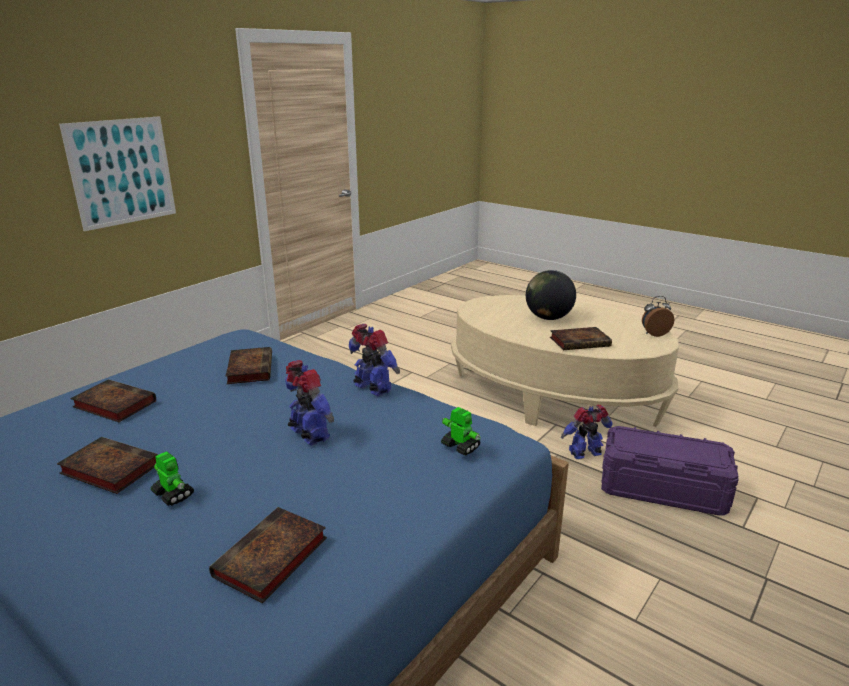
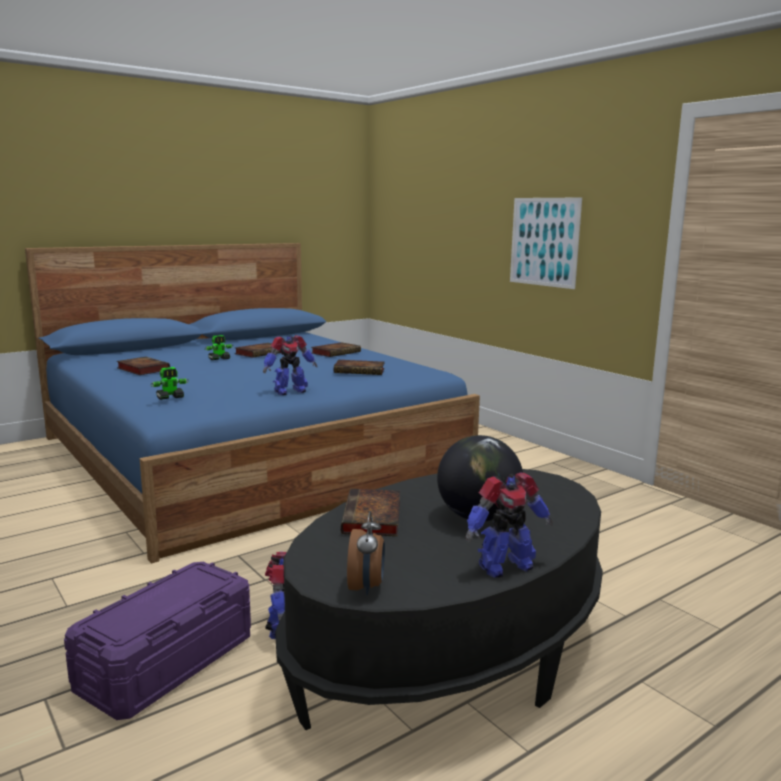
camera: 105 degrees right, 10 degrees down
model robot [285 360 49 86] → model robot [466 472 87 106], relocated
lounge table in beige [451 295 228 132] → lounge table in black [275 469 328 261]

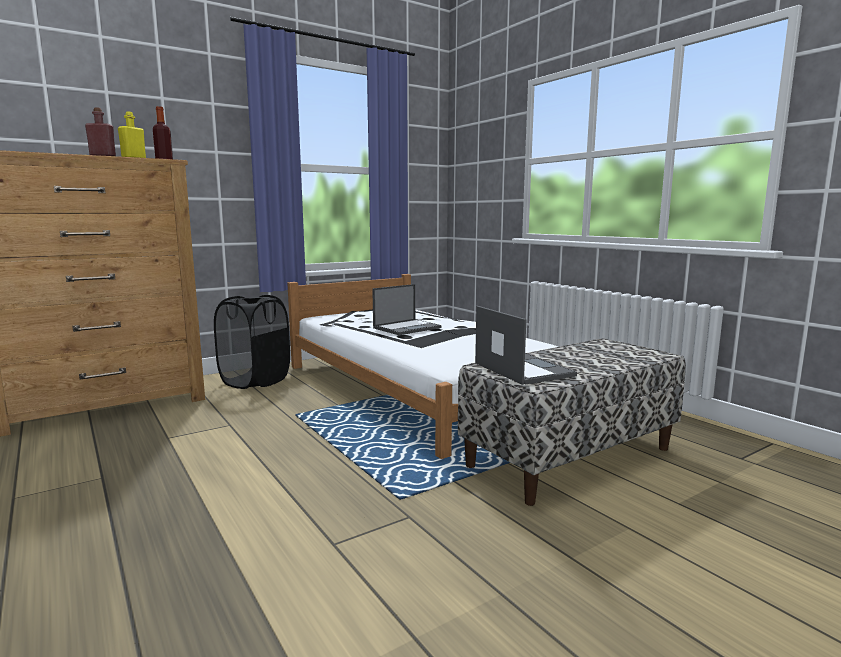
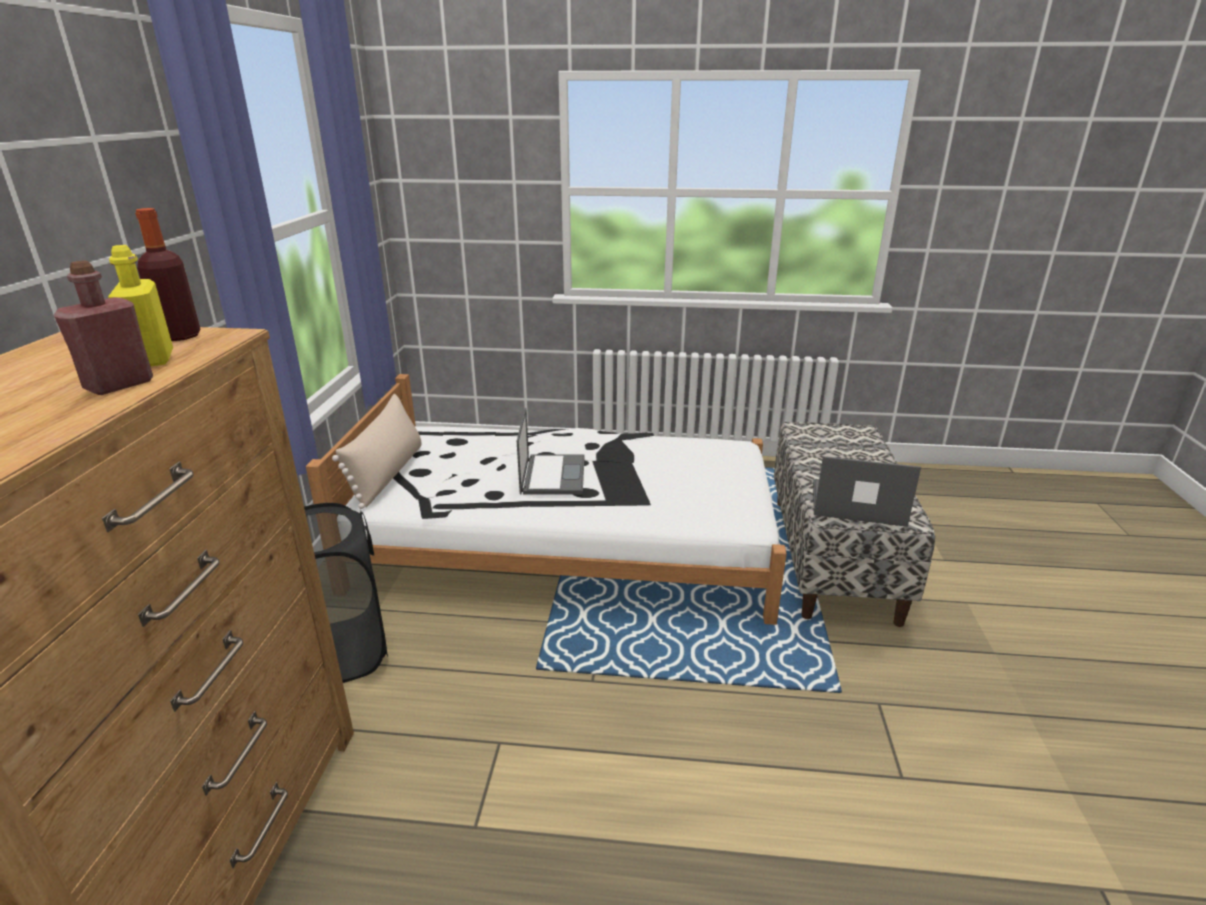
camera: 50 degrees left, 15 degrees up
- → cushion in beige [332 394 89 115]

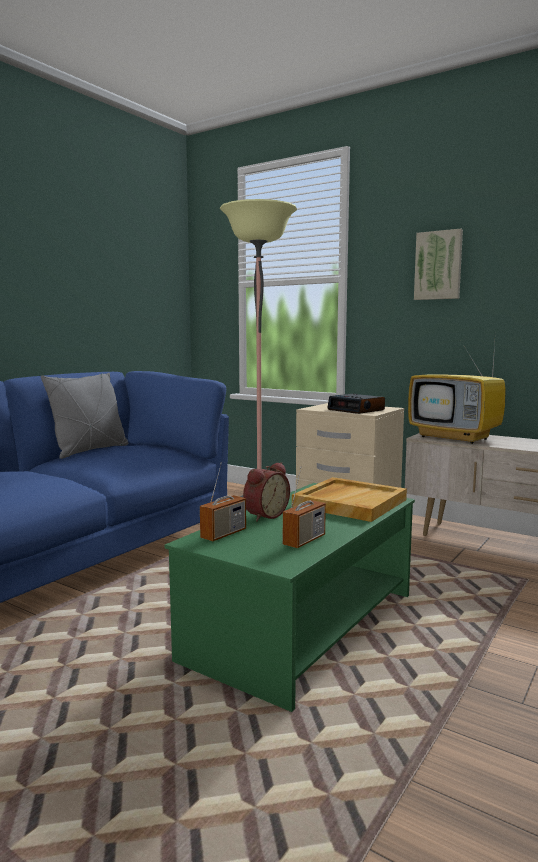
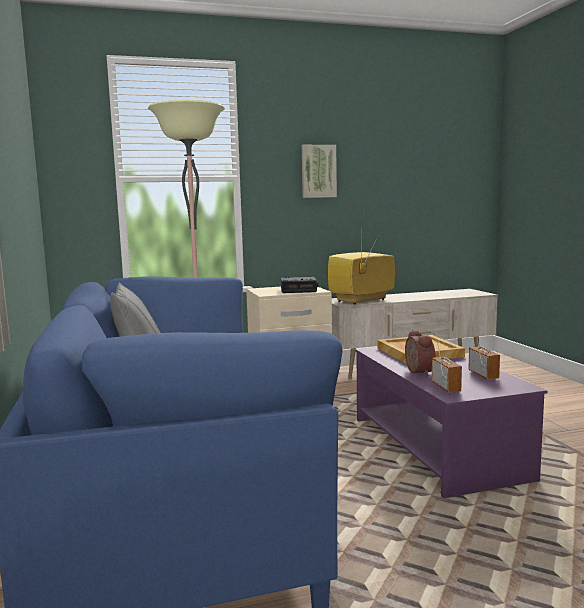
camera: 50 degrees left, 0 degrees up
lounge table in green-coloured [165 483 250 229] → lounge table in purple-coloured [355 347 193 152]
television [408 341 98 103] → television [328 228 67 76], 150 degrees clockwise

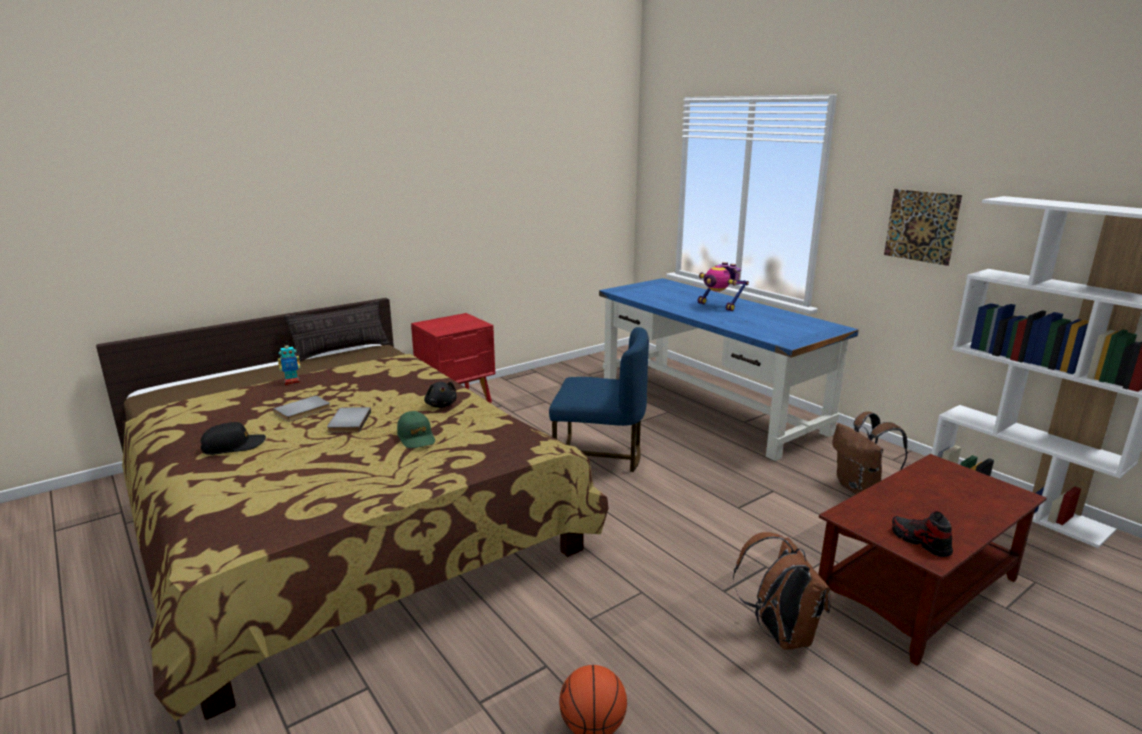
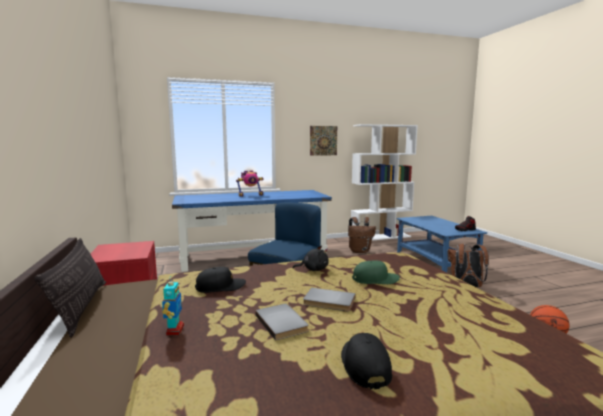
camera: 70 degrees left, 10 degrees down
- → baseball cap in black [195 267 51 26]
lounge table in brown [819 454 228 212] → lounge table in blue-coloured [396 216 91 57]

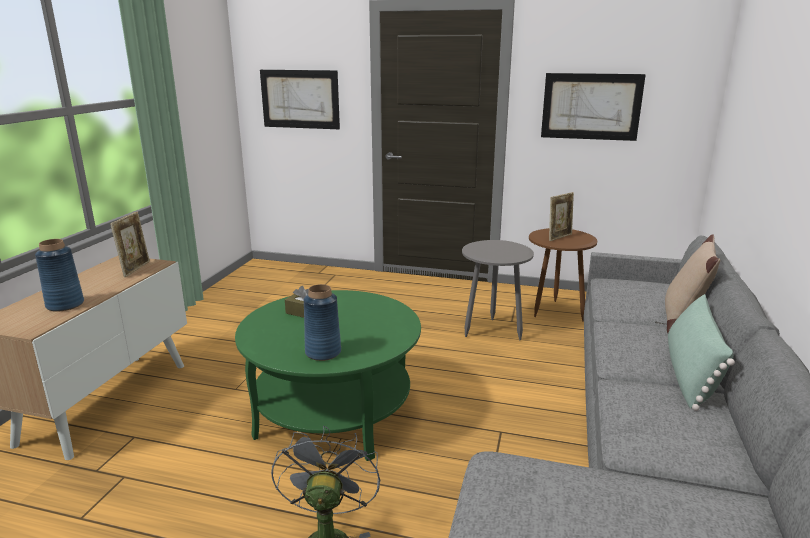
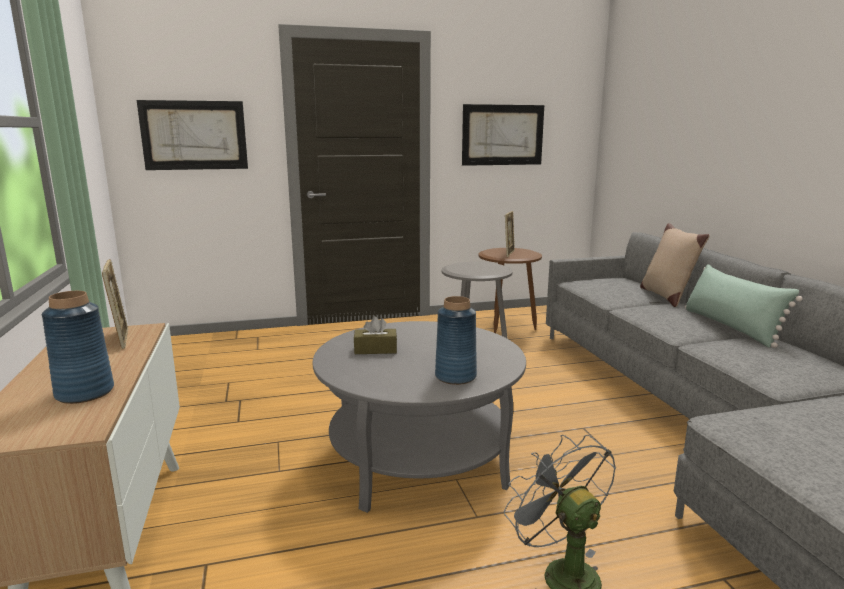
camera: 30 degrees left, 5 degrees down
lounge table in green-coloured [235 290 186 171] → lounge table in grey [312 321 214 192]

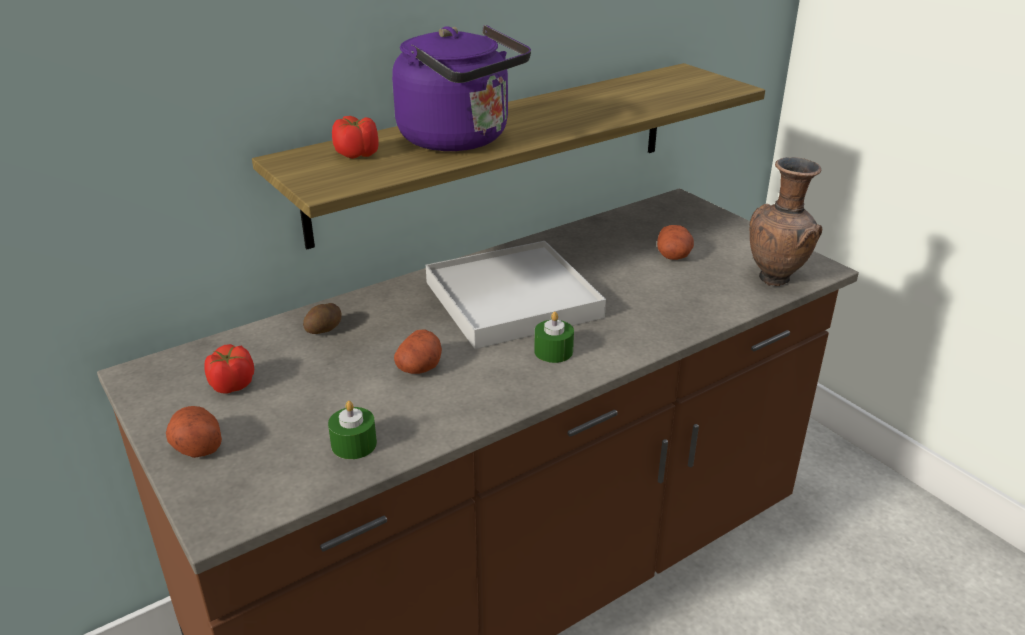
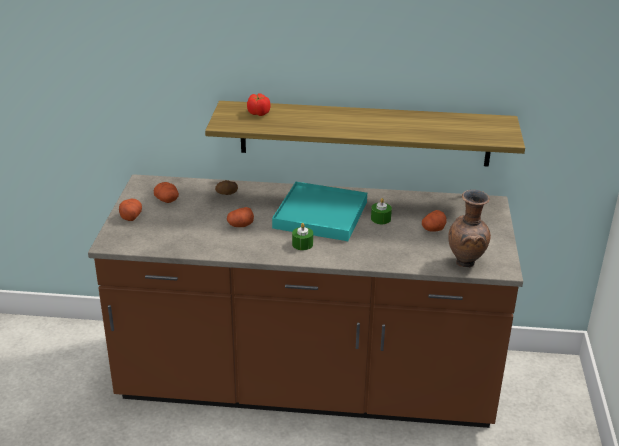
camera: 40 degrees right, 0 degrees up
kettle in purple-coloured [392 25 139 126] → -
candle in green-coloured [328 401 49 58] → candle in green-coloured [371 198 21 26], relocated
fresh tomato [204 344 50 50] → potato [154 182 25 21]
tray in white [426 241 180 108] → tray in turquoise [272 182 95 59]

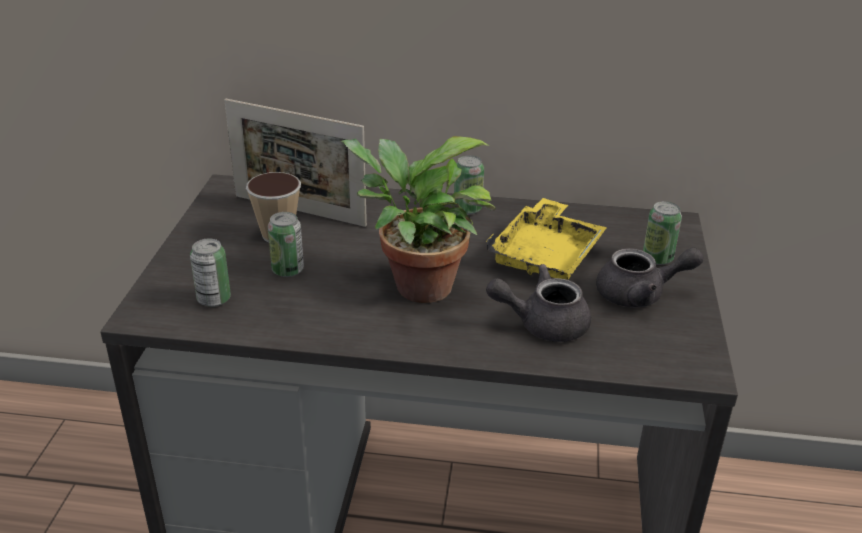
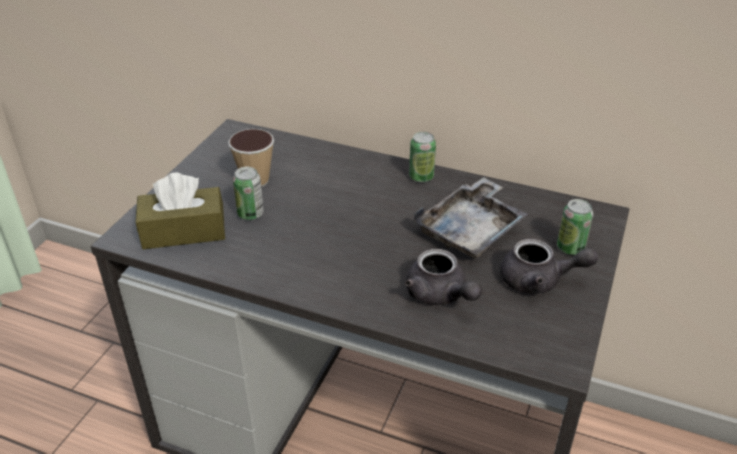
camera: 15 degrees right, 5 degrees up
standing frame [224 99 143 128] → -
potted plant [341 136 155 167] → -
can [190 238 41 69] → box of tissues in brown [136 172 89 77]
tray in yellowish [486 198 121 82] → tray in grey [414 177 114 81]
tea pot in grey [486 264 105 78] → tea pot in grey [405 249 77 56], 135 degrees counterclockwise

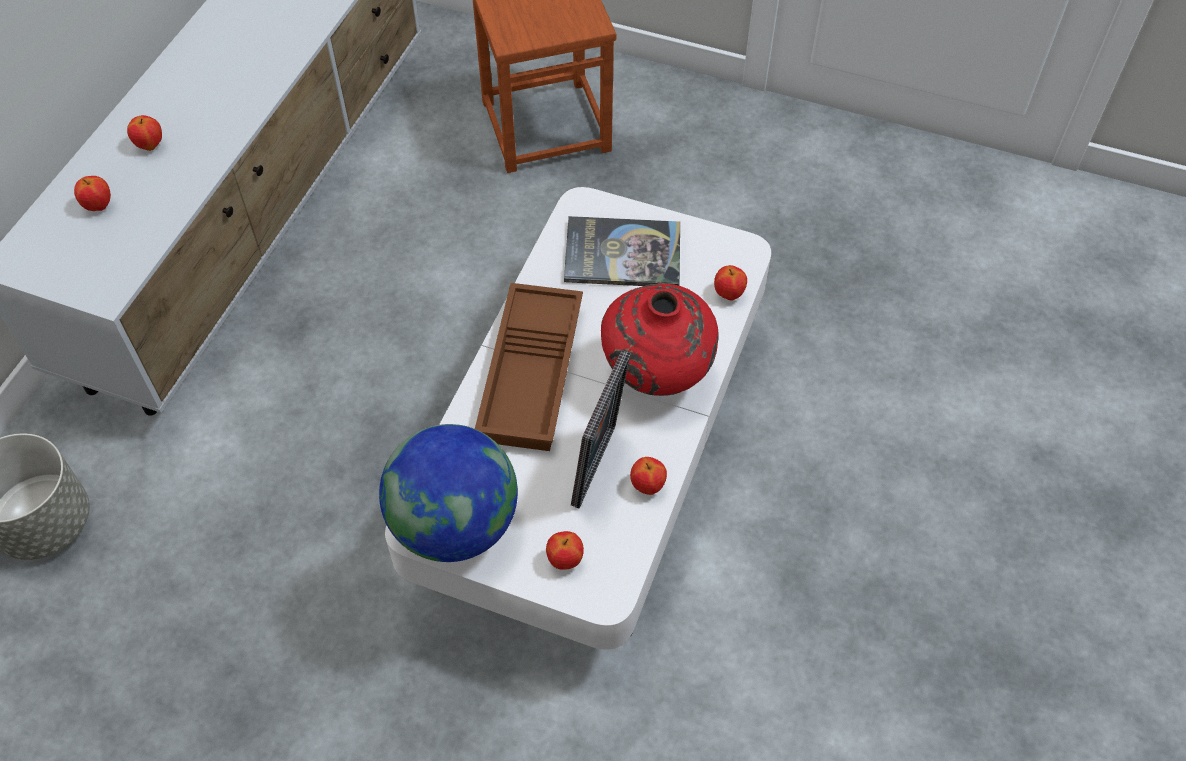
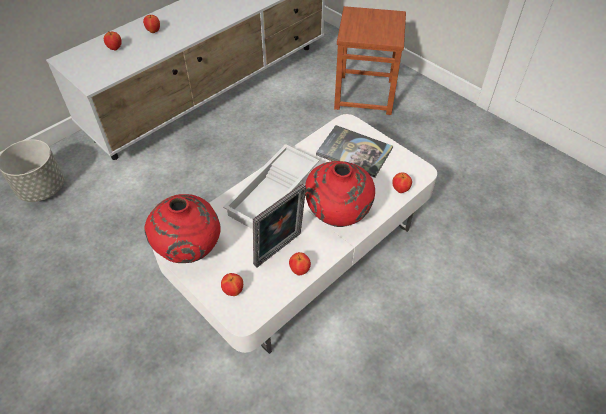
camera: 25 degrees right, 5 degrees down
globe [379 424 139 138] → vase in red-coloured [144 194 77 69]
tray in brown [475 283 108 168] → tray in white [223 144 96 85]

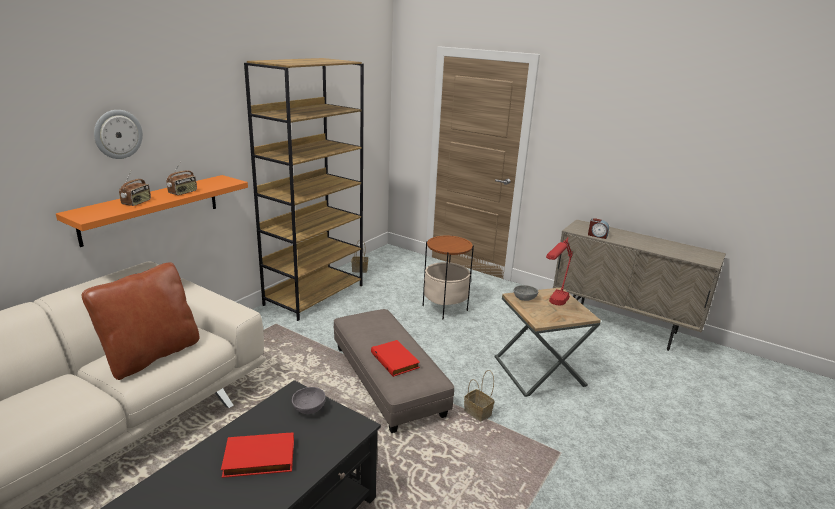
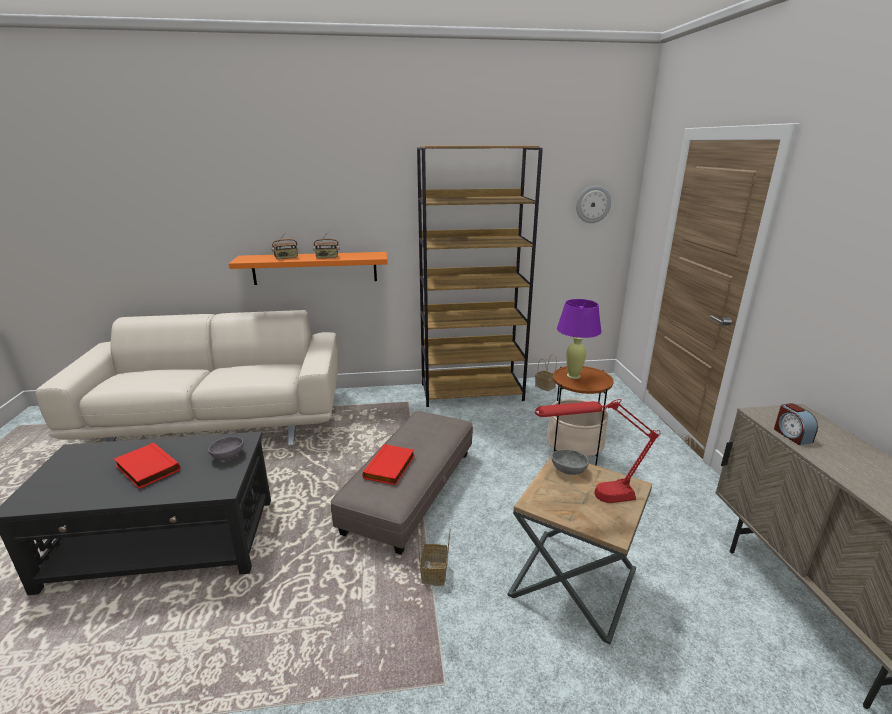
camera: 50 degrees right, 0 degrees up
cushion in brown [82 262 118 118] → -
- → tabletop lamp in purple-coloured [557 299 44 80]
wall clock [94 110 49 49] → wall clock [576 186 35 37], relocated

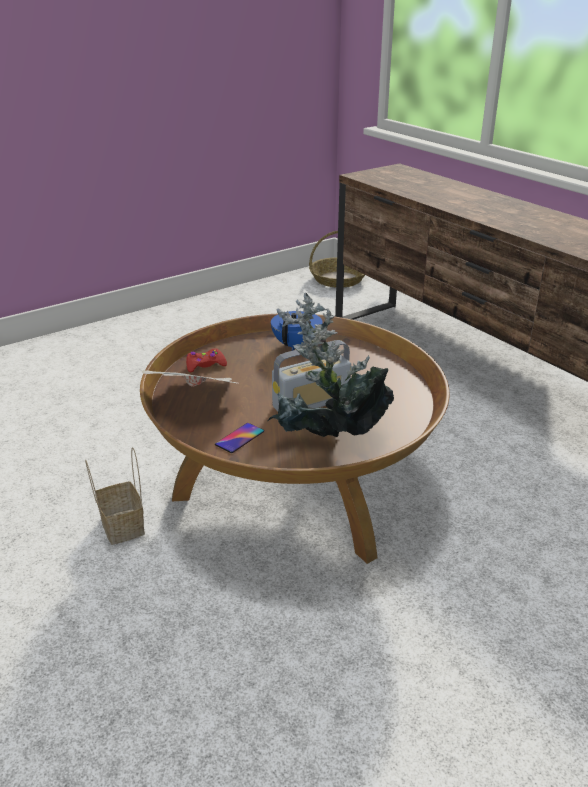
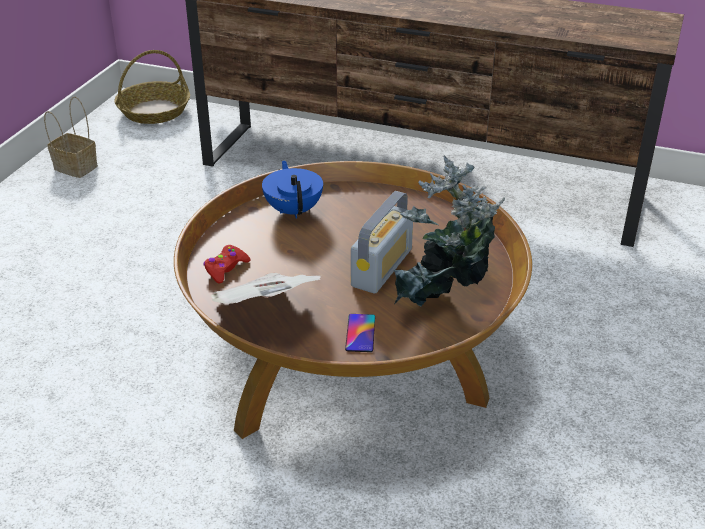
camera: 35 degrees left, 5 degrees up
household basket [85 447 60 98] → household basket [44 97 54 81], relocated

